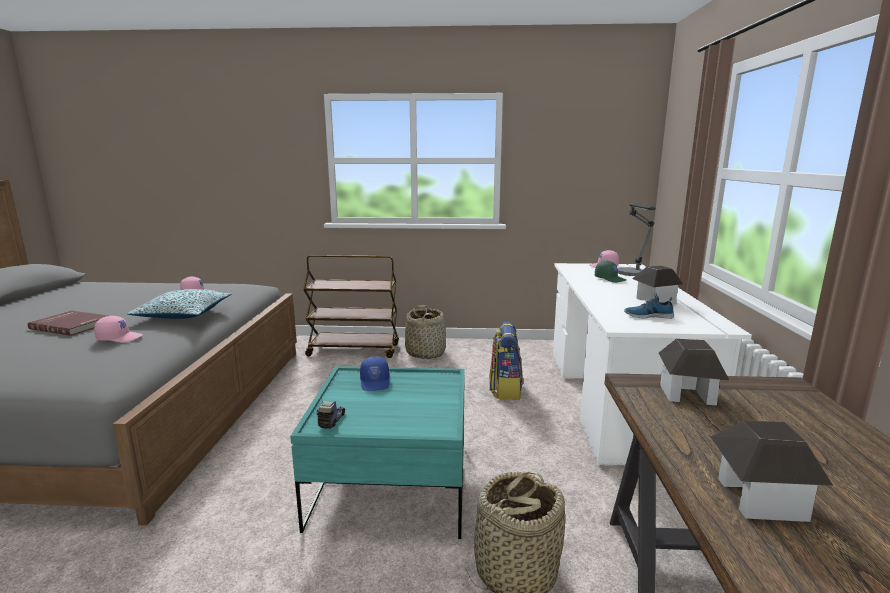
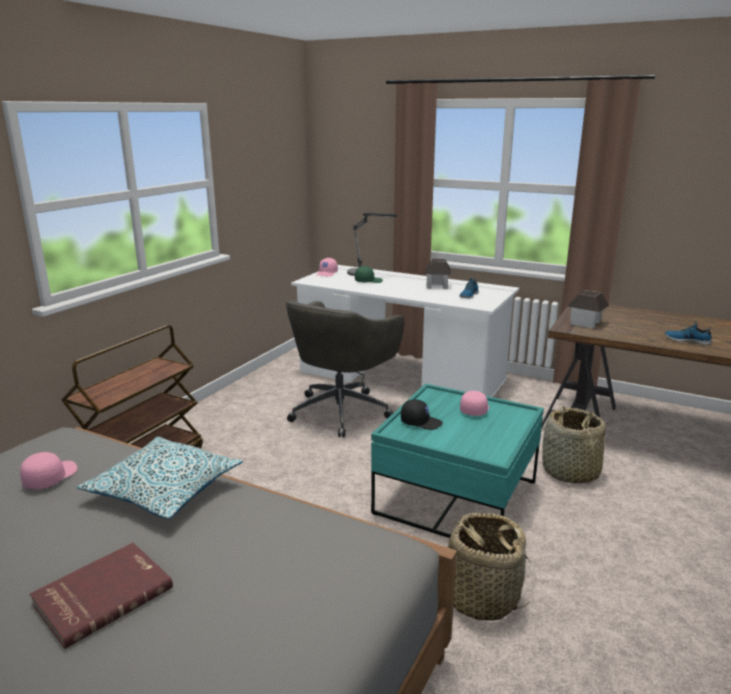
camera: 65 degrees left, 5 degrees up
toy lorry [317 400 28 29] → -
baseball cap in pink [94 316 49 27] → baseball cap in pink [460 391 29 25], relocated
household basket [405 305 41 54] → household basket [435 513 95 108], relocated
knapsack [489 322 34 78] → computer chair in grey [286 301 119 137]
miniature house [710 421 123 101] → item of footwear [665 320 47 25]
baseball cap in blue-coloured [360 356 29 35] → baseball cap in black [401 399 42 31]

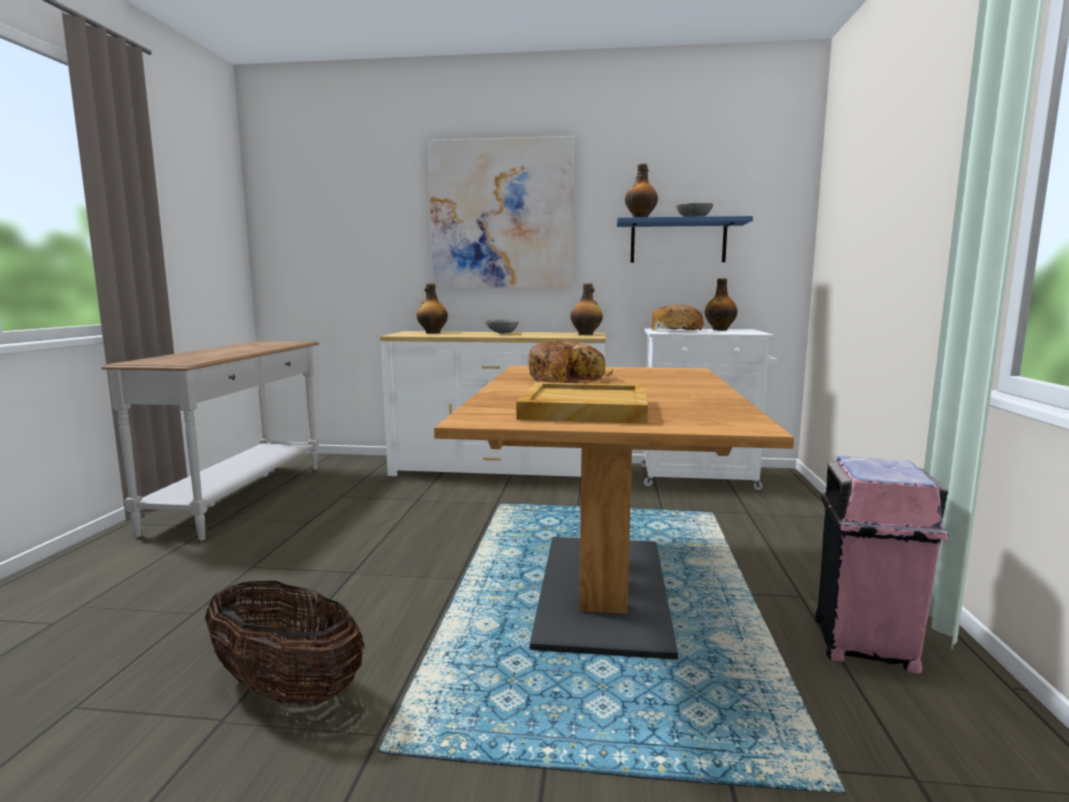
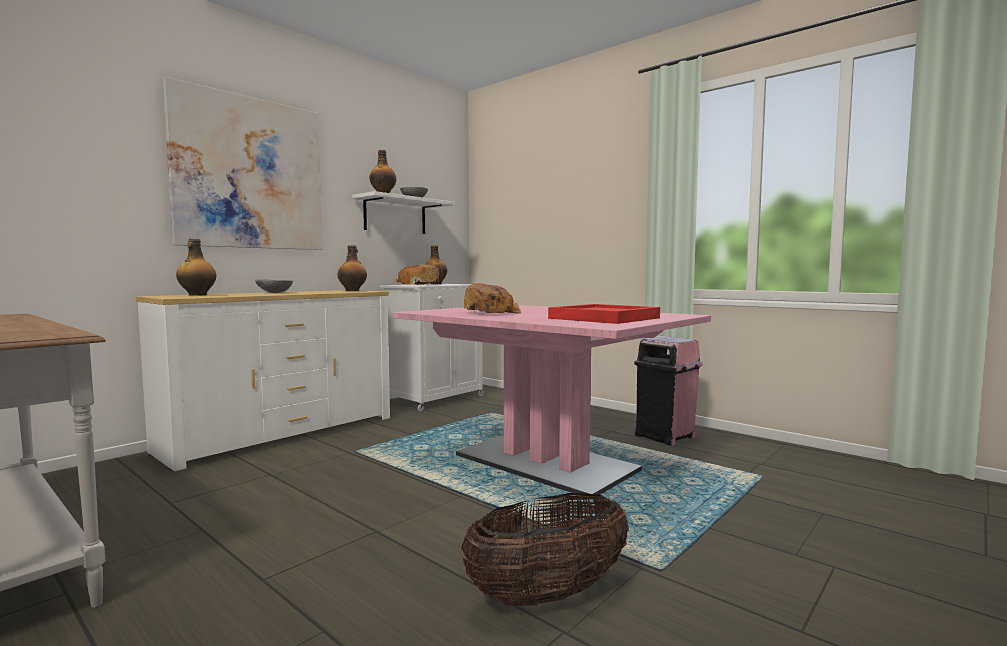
camera: 55 degrees left, 5 degrees down
dinner table in brown [434 366 360 293] → dinner table in pink [393 305 318 190]
tray in beige [516 382 132 42] → tray in red-coloured [548 304 112 20]
shelf in blue-coloured [617 216 136 47] → shelf in white [352 191 103 43]

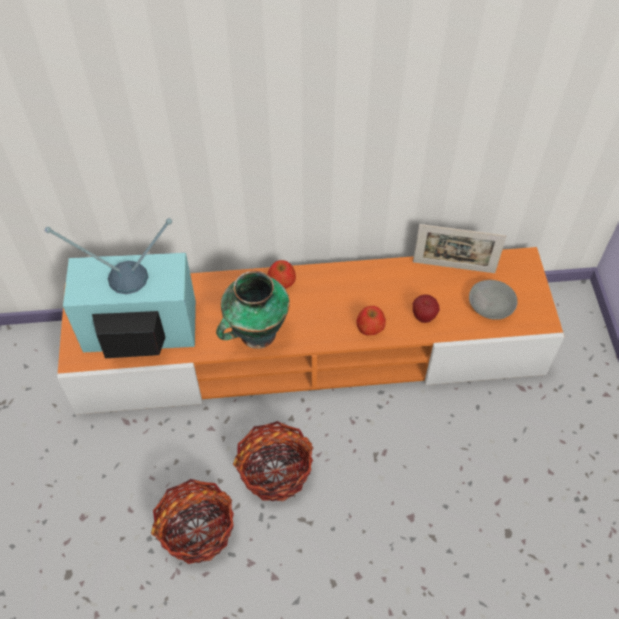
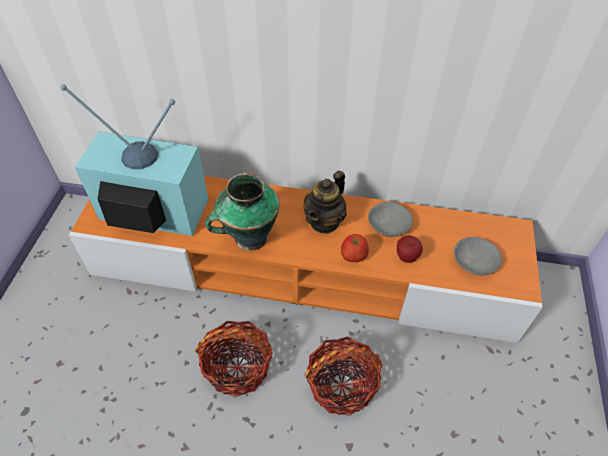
camera: 15 degrees right, 5 degrees down
apple [268 260 28 28] → -
standing frame [413 224 94 49] → -
- → tea pot [304 170 43 64]
- → bowl in grey [368 202 45 35]
household basket [151 479 83 85] → household basket [305 337 78 79], relocated

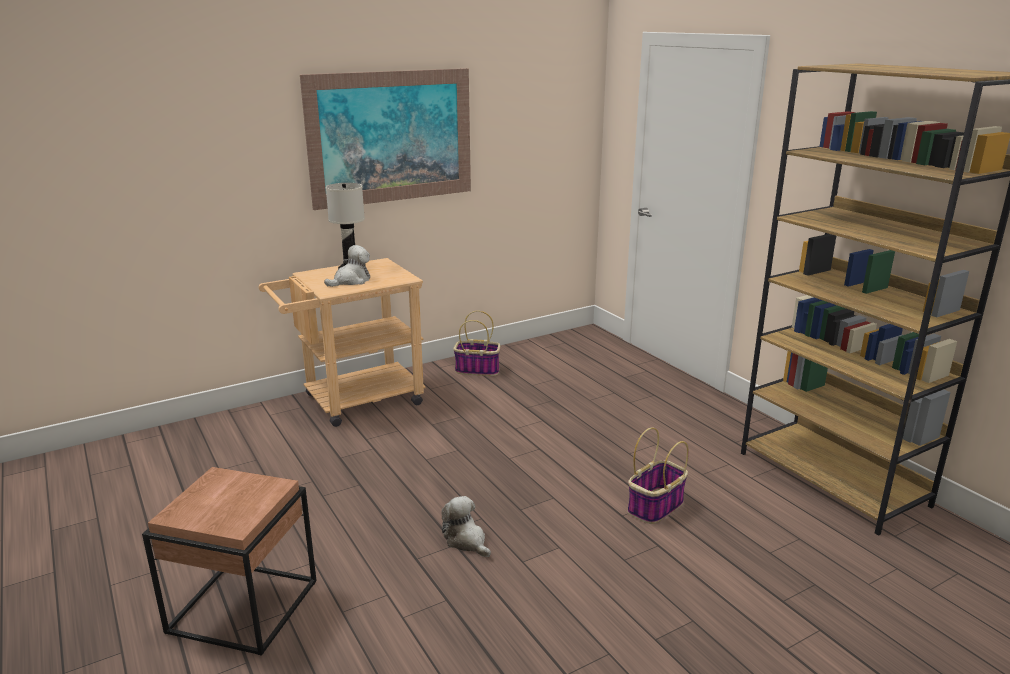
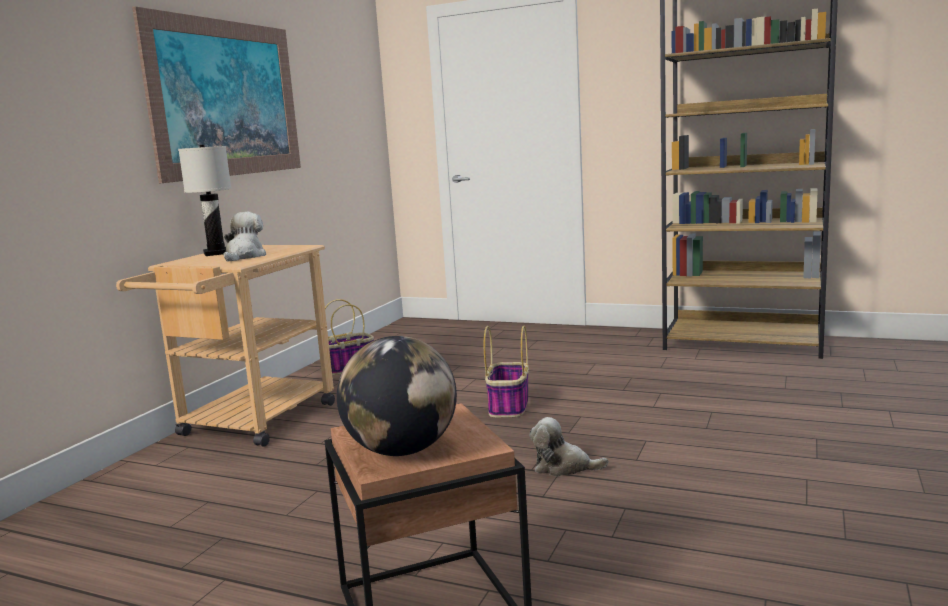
camera: 35 degrees left, 10 degrees down
- → globe [337 336 120 120]
household basket [627 427 62 97] → household basket [484 326 45 92], relocated

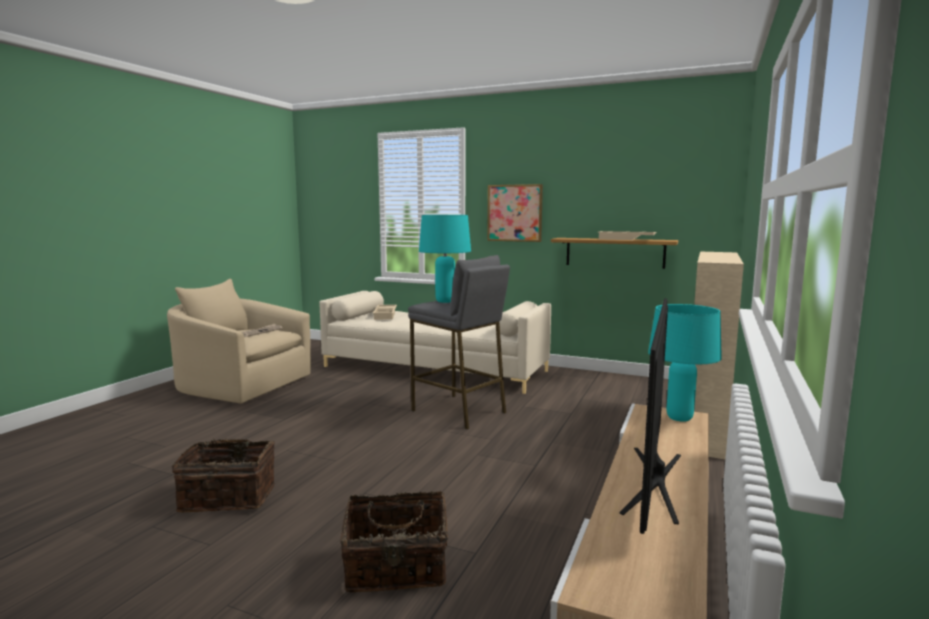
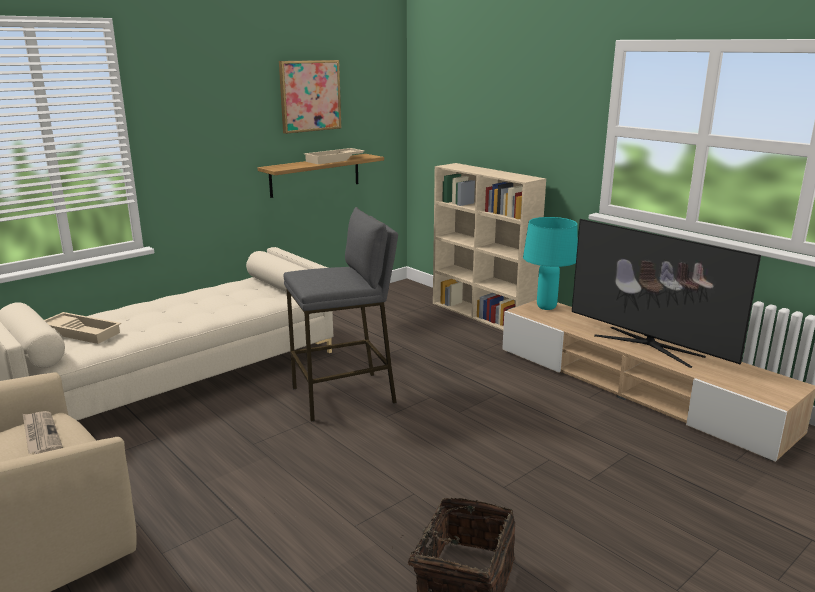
camera: 65 degrees left, 10 degrees up
household basket [340 491 108 101] → -
tabletop lamp in turquoise [419 215 52 88] → -
wall picture [487 184 56 58] → wall picture [279 60 62 74], relocated

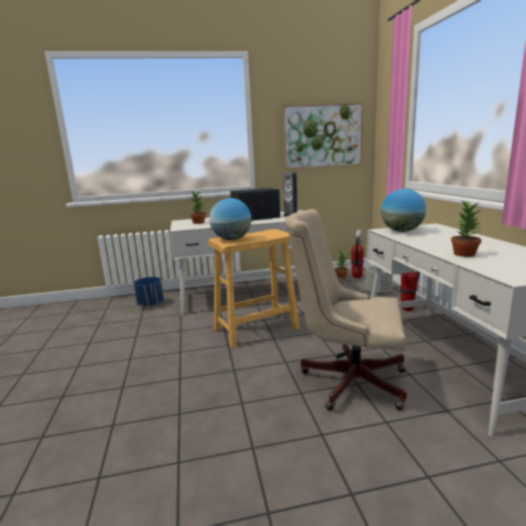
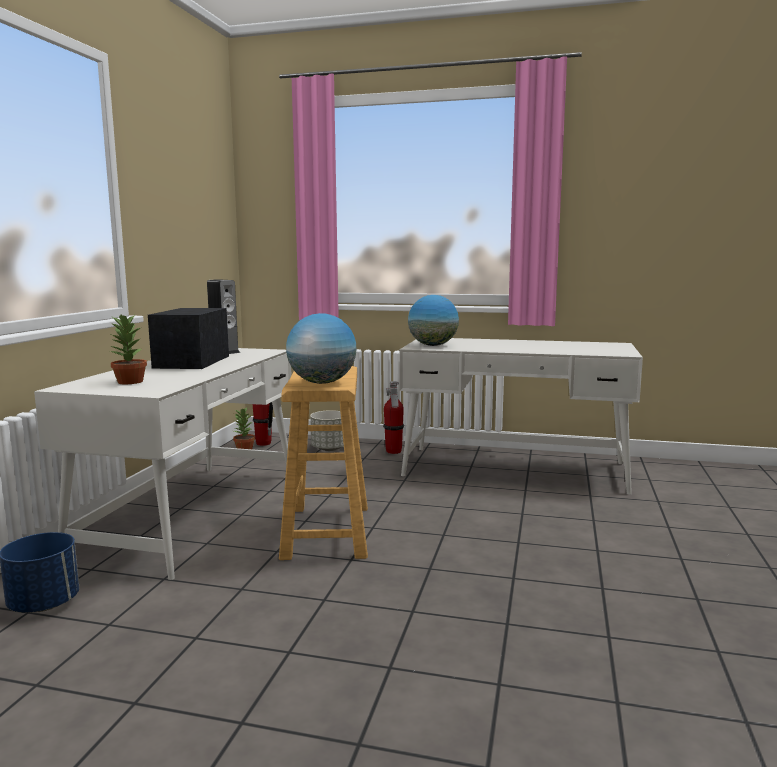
camera: 65 degrees left, 5 degrees down
wall picture [283 103 80 66] → -
computer chair in beige [285 209 122 201] → -
potted plant [451 200 31 57] → -

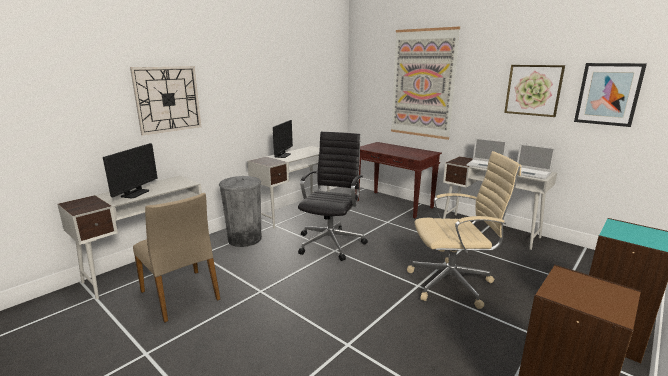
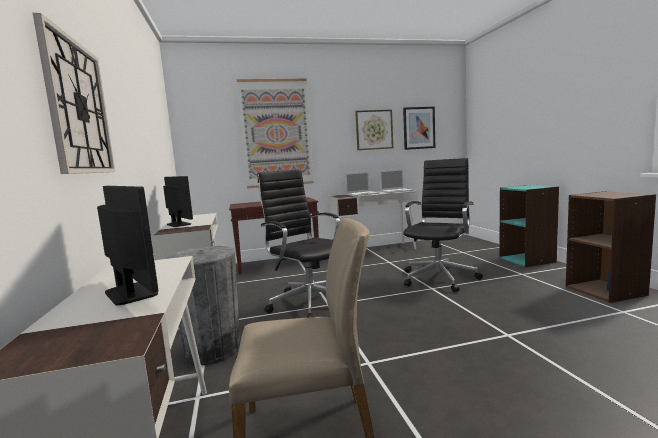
camera: 55 degrees left, 10 degrees down
computer chair in beige [407 151 114 158] → computer chair in black [404 158 79 134]

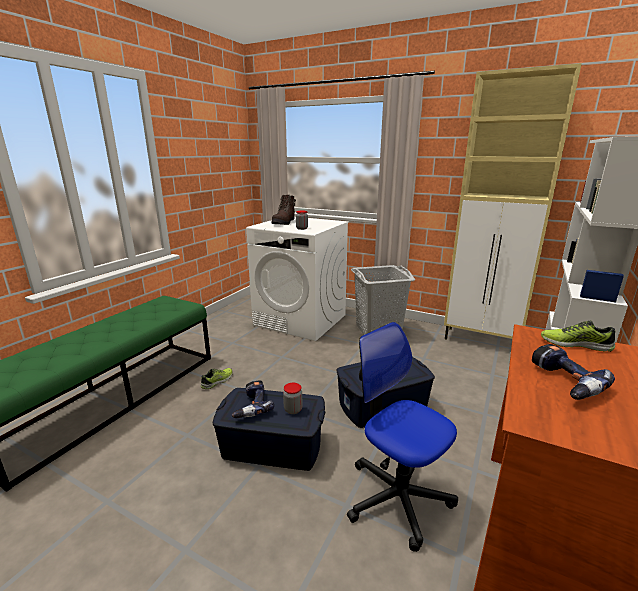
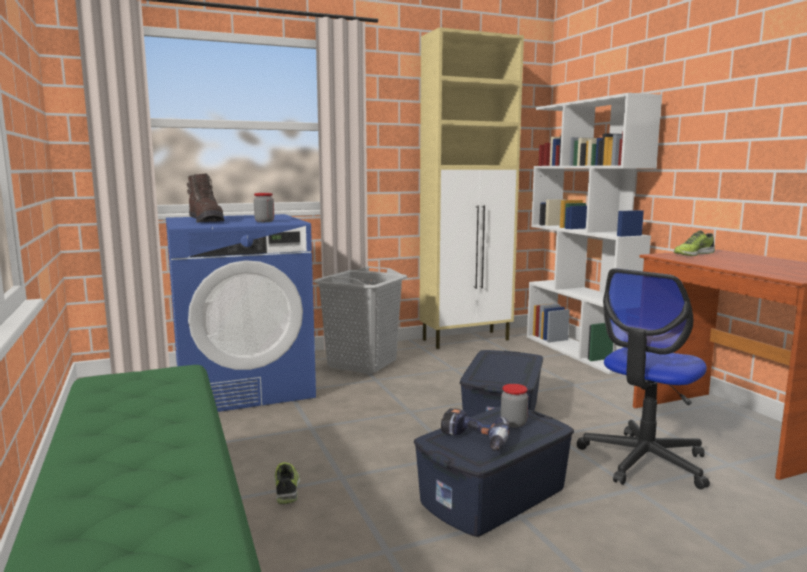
camera: 50 degrees left, 10 degrees down
power drill [532 344 83 56] → -
washing machine in white [246 217 103 124] → washing machine in blue-coloured [166 214 150 198]
computer chair [347 322 111 230] → computer chair [577 268 133 221], 45 degrees counterclockwise

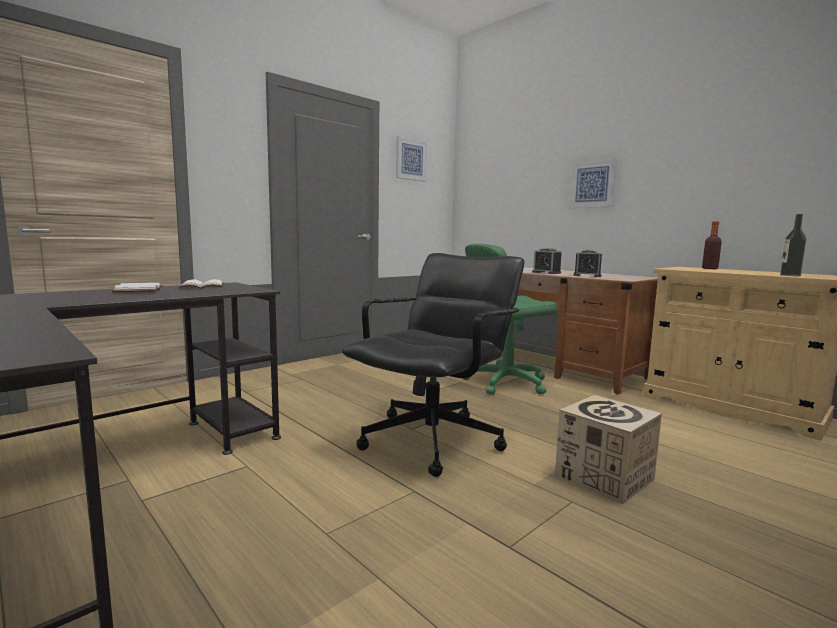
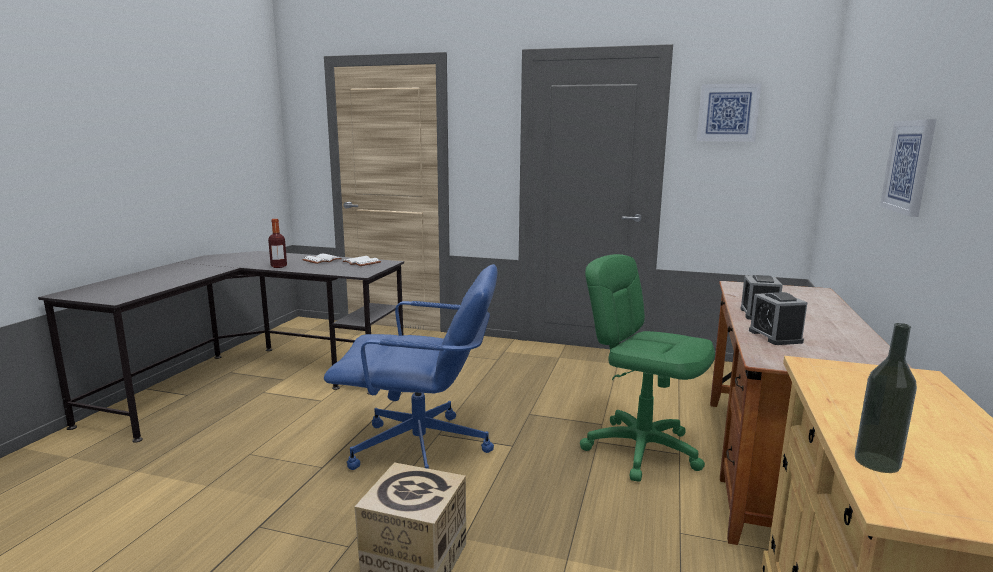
camera: 60 degrees right, 5 degrees up
drink bottle [702 221 20 48] → drink bottle [268 219 19 49], relocated
computer chair in black [342 253 182 224] → computer chair in blue-coloured [324 264 174 206]

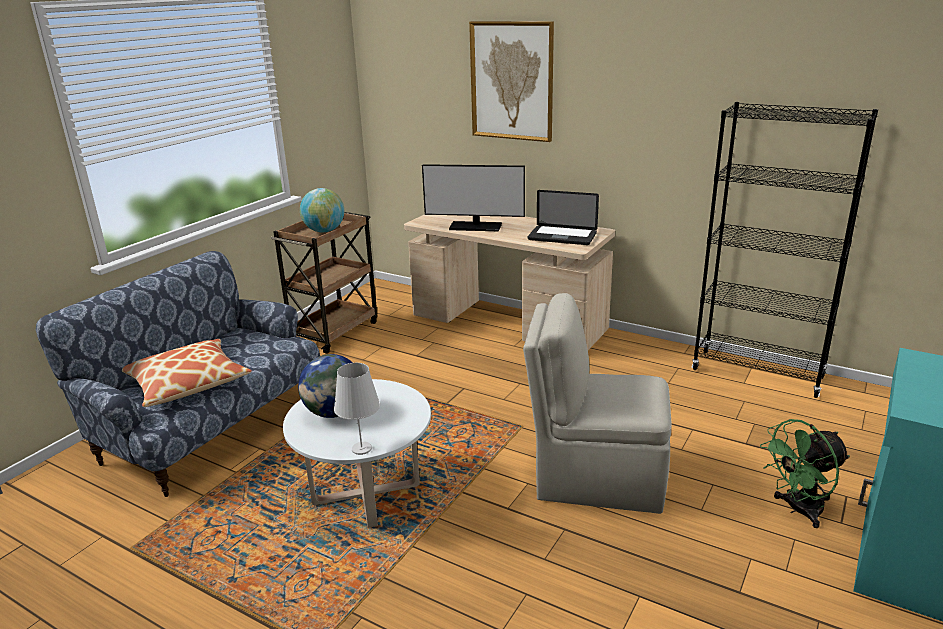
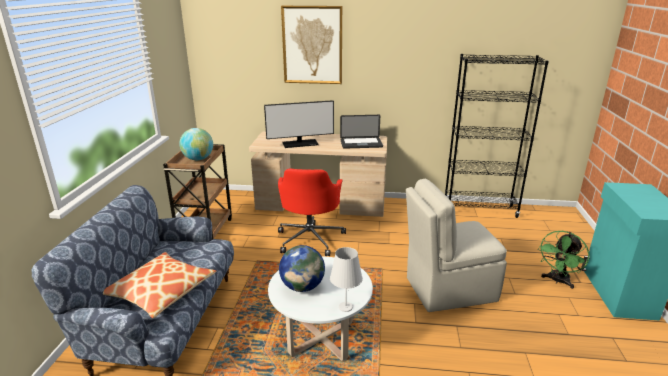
camera: 25 degrees left, 0 degrees up
- → computer chair in red-coloured [278 168 68 88]

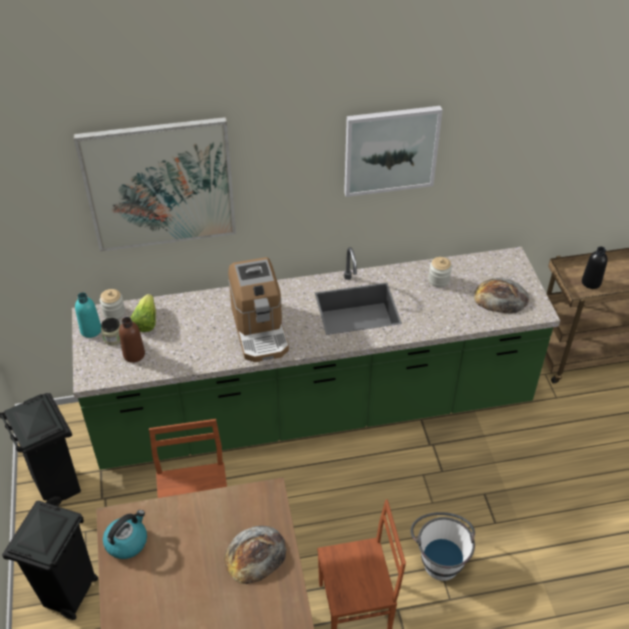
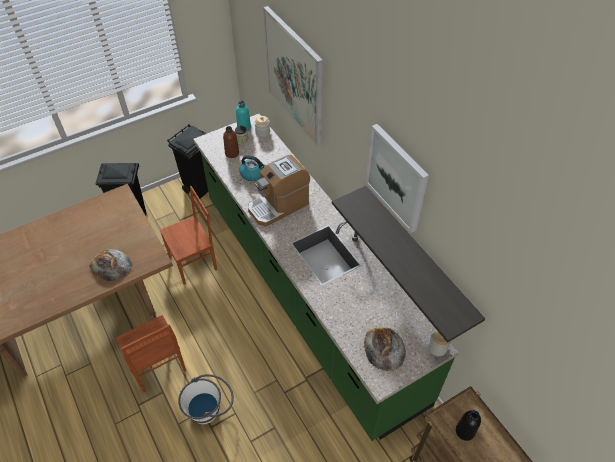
camera: 70 degrees right, 5 degrees up
lettuce head [131 294 25 38] → -
- → shelf [332 186 153 157]
kettle [103 510 44 49] → kettle [240 155 26 26], relocated
preserve jar [428 257 24 30] → preserve jar [428 330 23 26], relocated

